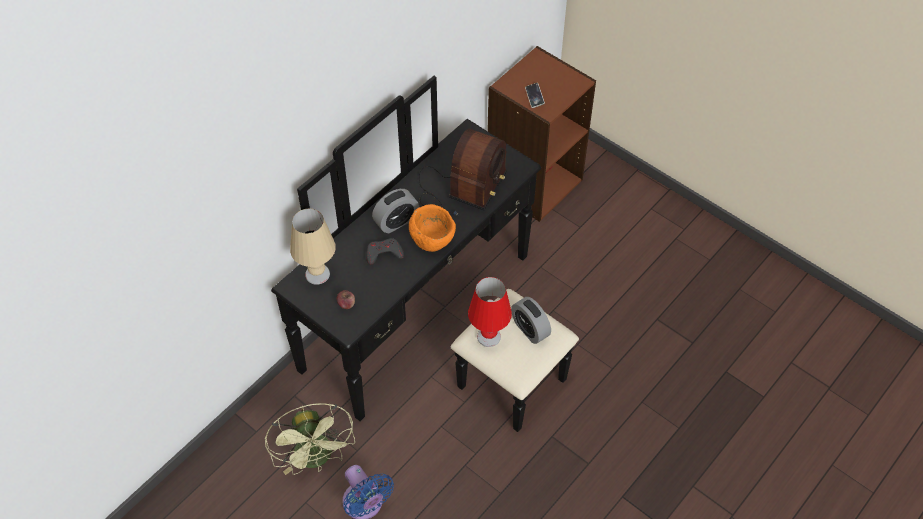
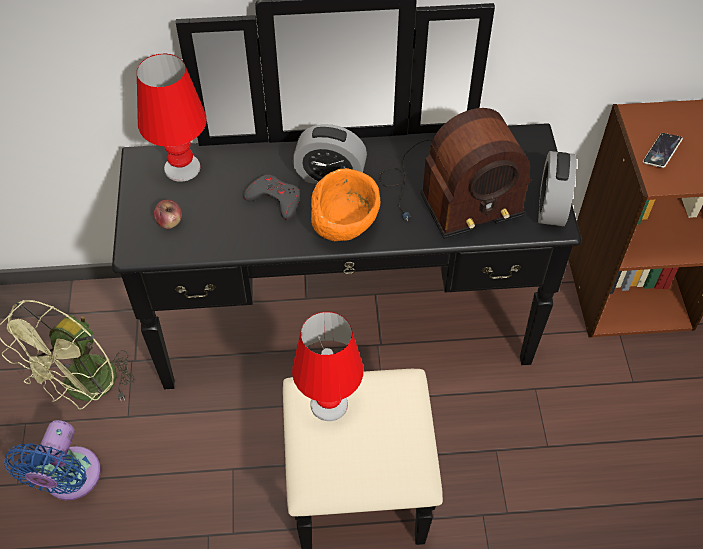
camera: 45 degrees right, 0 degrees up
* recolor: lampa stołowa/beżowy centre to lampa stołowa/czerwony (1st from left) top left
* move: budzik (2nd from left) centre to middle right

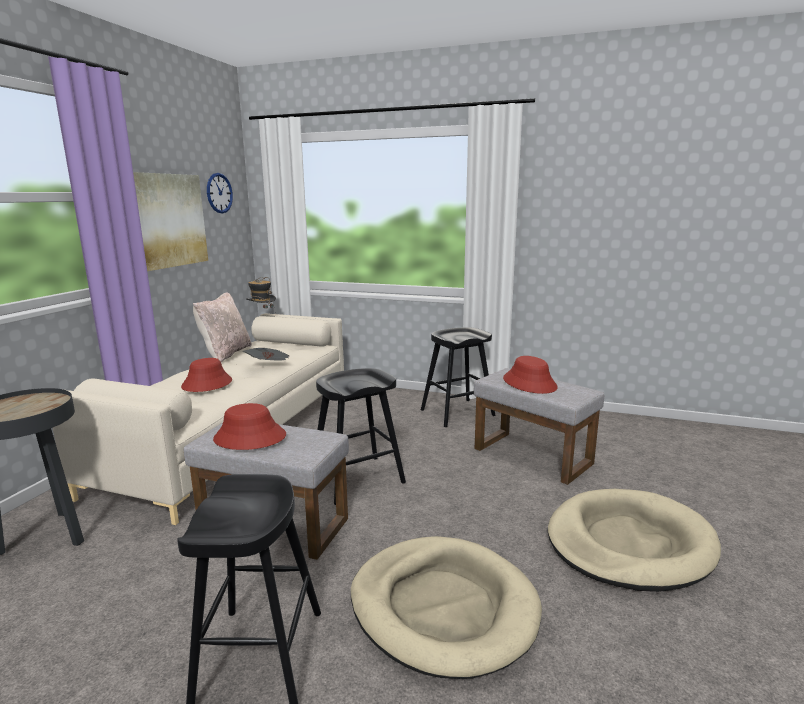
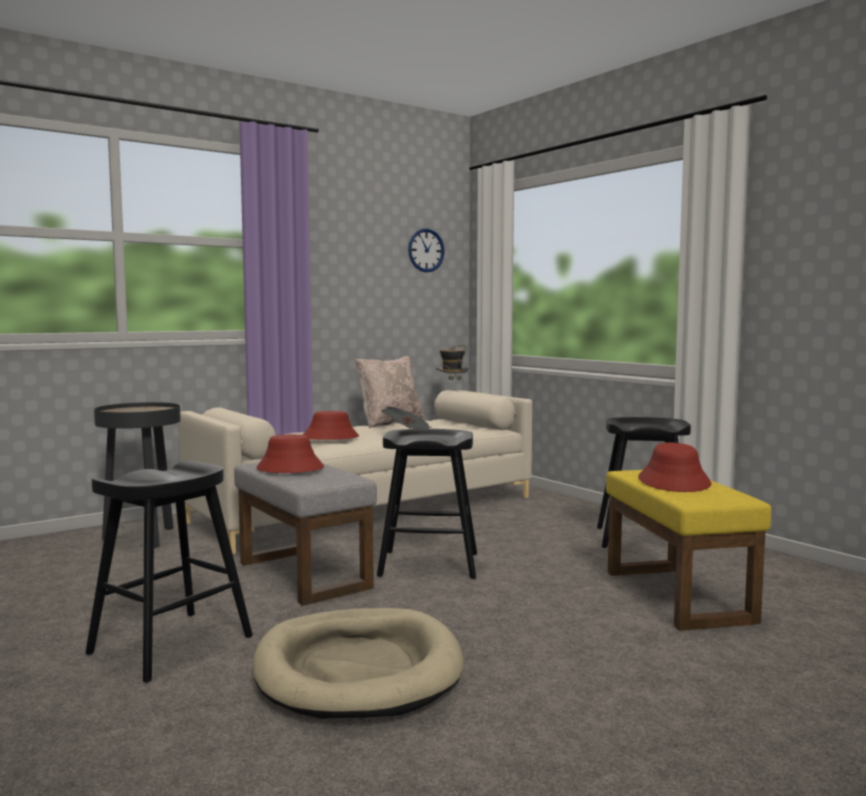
camera: 35 degrees right, 10 degrees down
* recolor: pufa/szary (2nd from left) middle right to pufa/żółty bottom right
* delete: obraz top left
* delete: legowisko/beżowy (2nd from left) bottom right

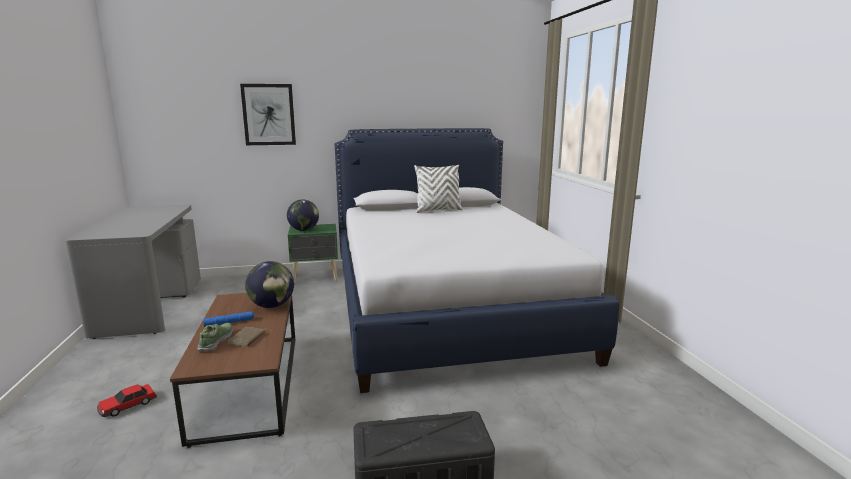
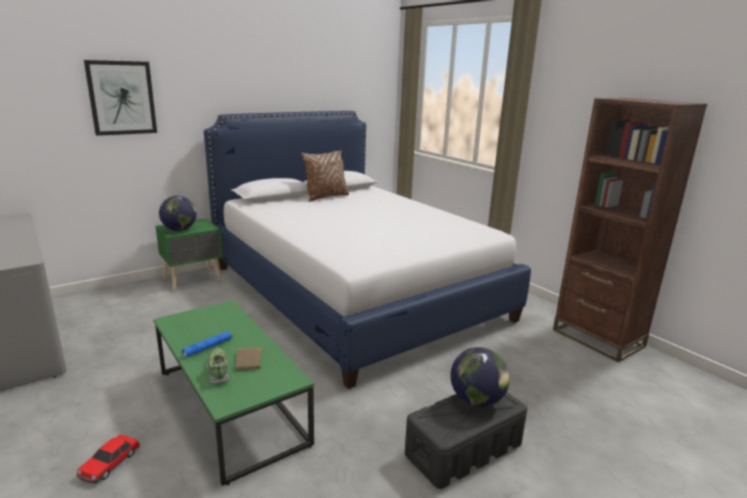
camera: 25 degrees left, 5 degrees up
* recolor: ława/brązowy bottom left to ława/zielony bottom left
* recolor: poduszka/biały centre to poduszka/brązowy centre
* move: globus (1st from left in the first image) middle left to globus (2nd from left) bottom centre
* insert: regał/brązowy middle right

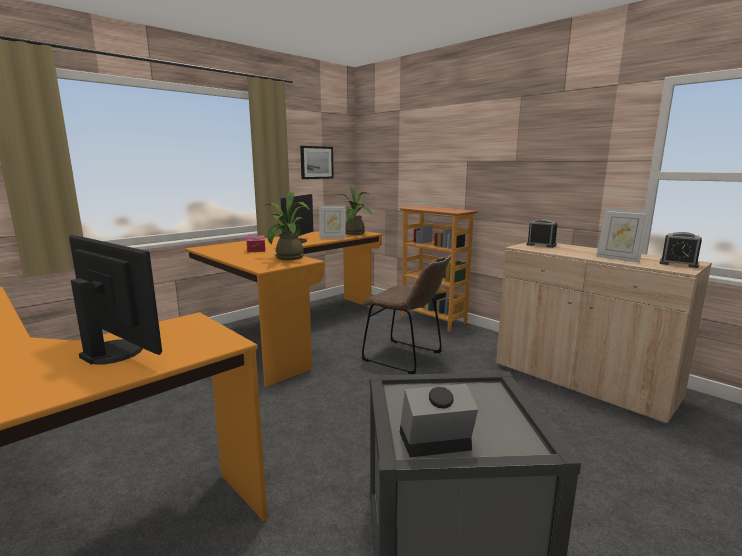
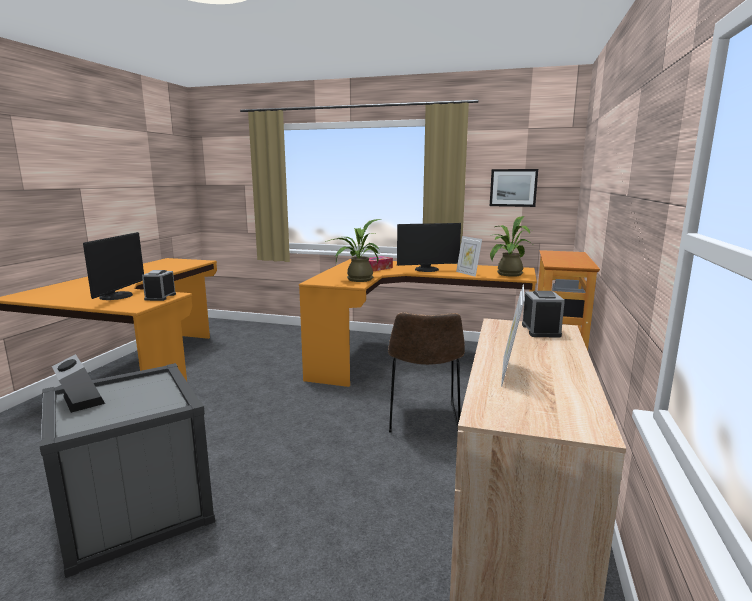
camera: 60 degrees right, 0 degrees up
* move: budzik (3rd from left in the first image) middle right to budzik (2nd from left) middle left

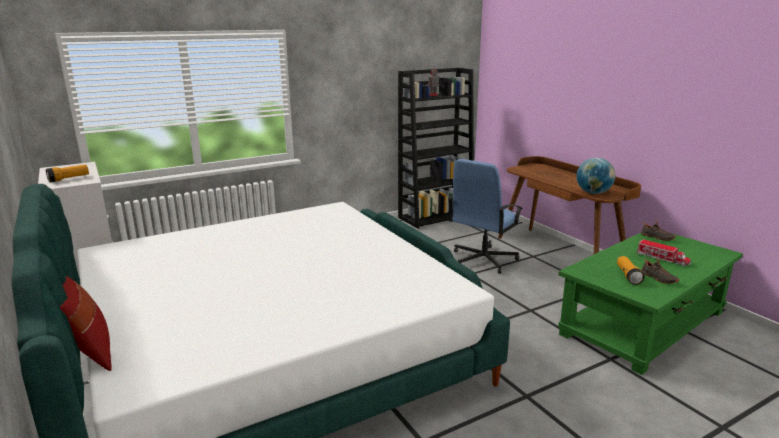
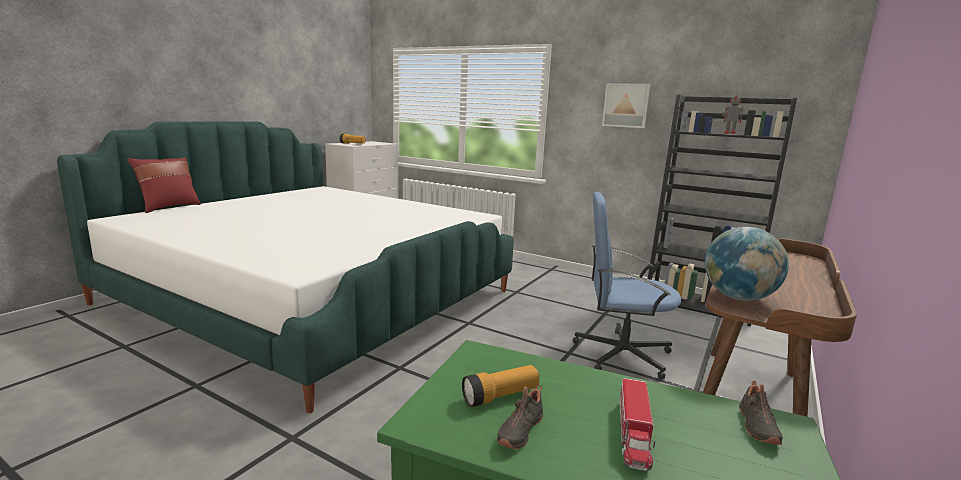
camera: 60 degrees right, 5 degrees down
* insert: obraz top centre

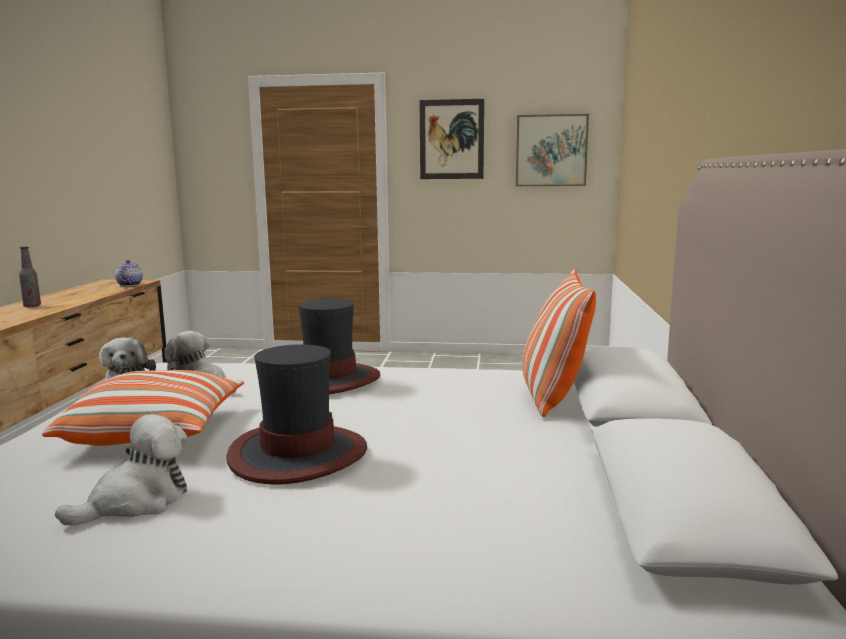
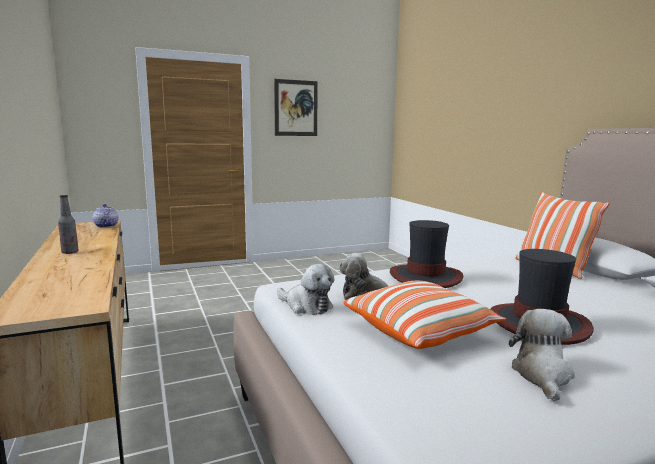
camera: 30 degrees left, 0 degrees up
* delete: obraz (2nd from left) top centre

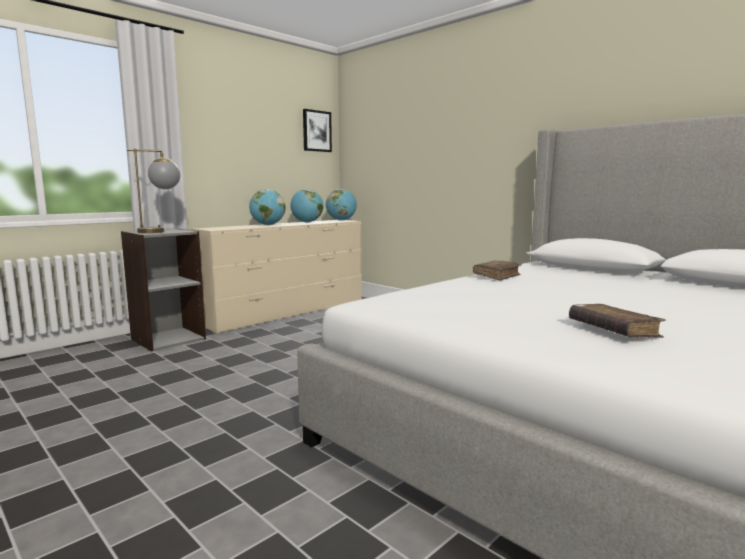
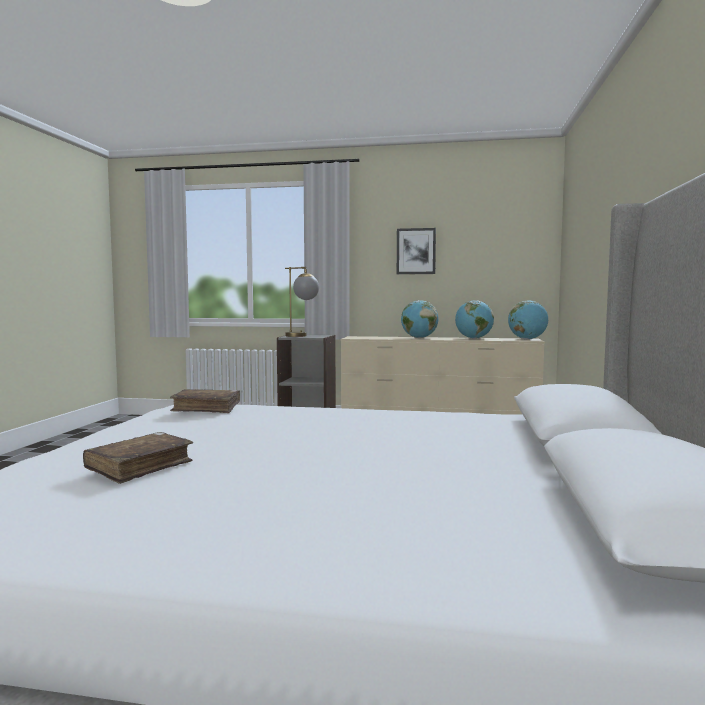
camera: 55 degrees right, 5 degrees down
* move: książka/brązowy (1st from left in the first image) middle right to książka/brązowy (2nd from left) middle left
* move: obraz top centre to centre

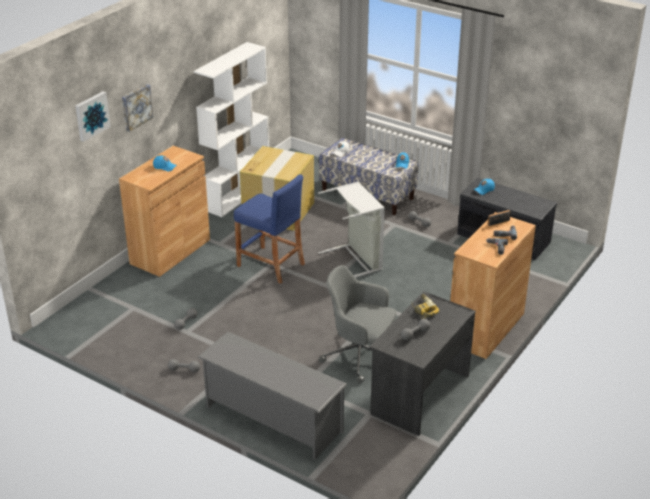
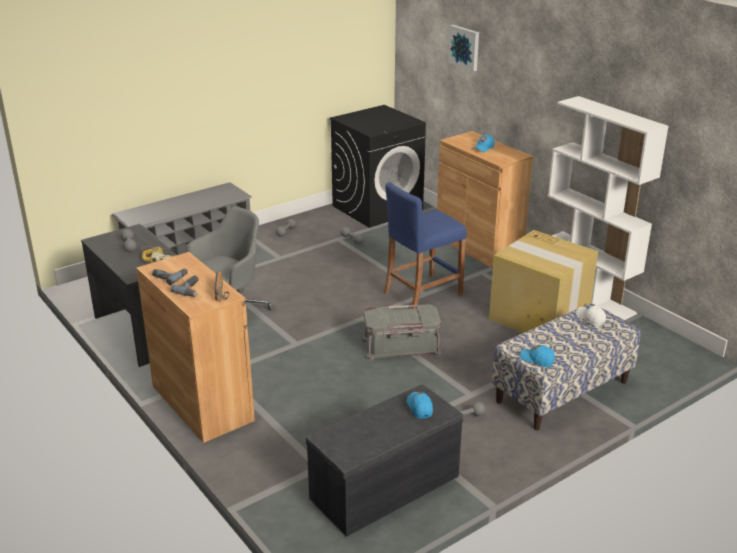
camera: 110 degrees right, 5 degrees down
* insert: pralka/czarny top centre
* replace: kosz na pranie/szary centre to pojemnik do przechowywania/szary centre
* delete: obraz (2nd from left) top left

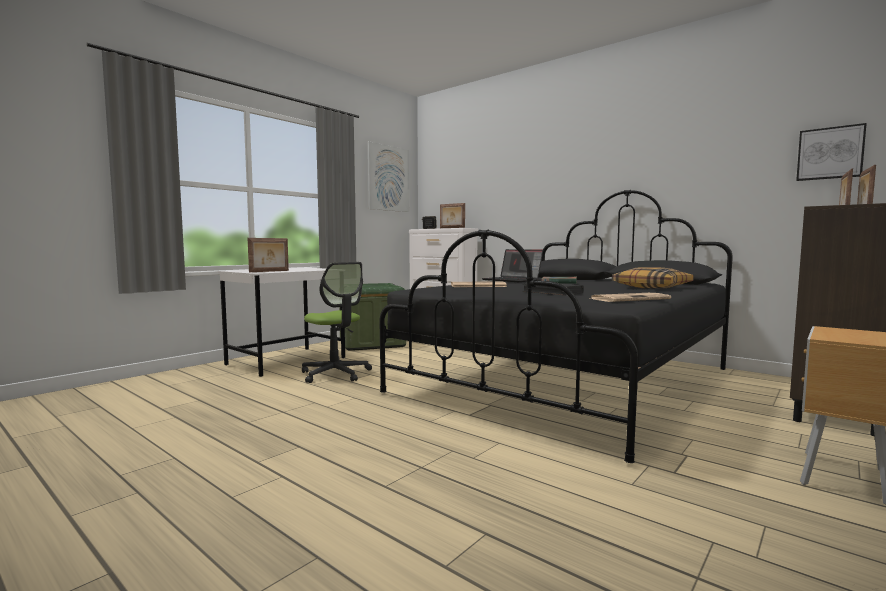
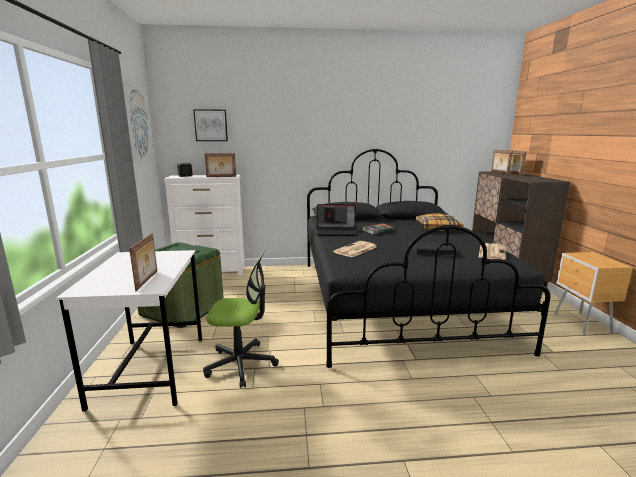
camera: 45 degrees left, 10 degrees up
* move: obraz (2nd from left) top right to top left

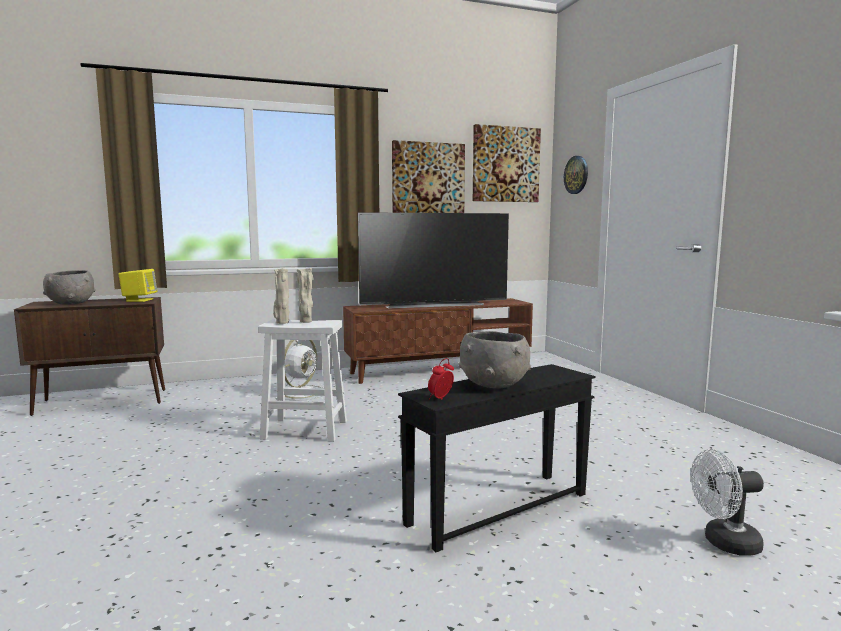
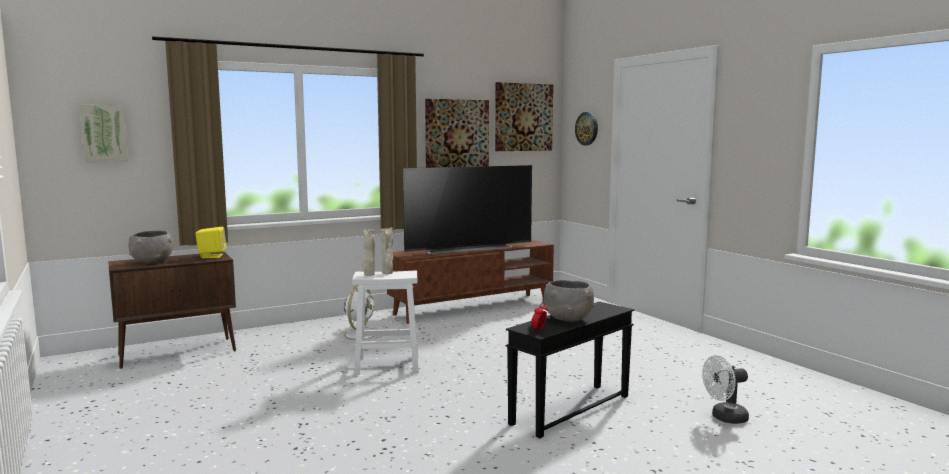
camera: 10 degrees left, 0 degrees up
* insert: obraz (1st from left) top left

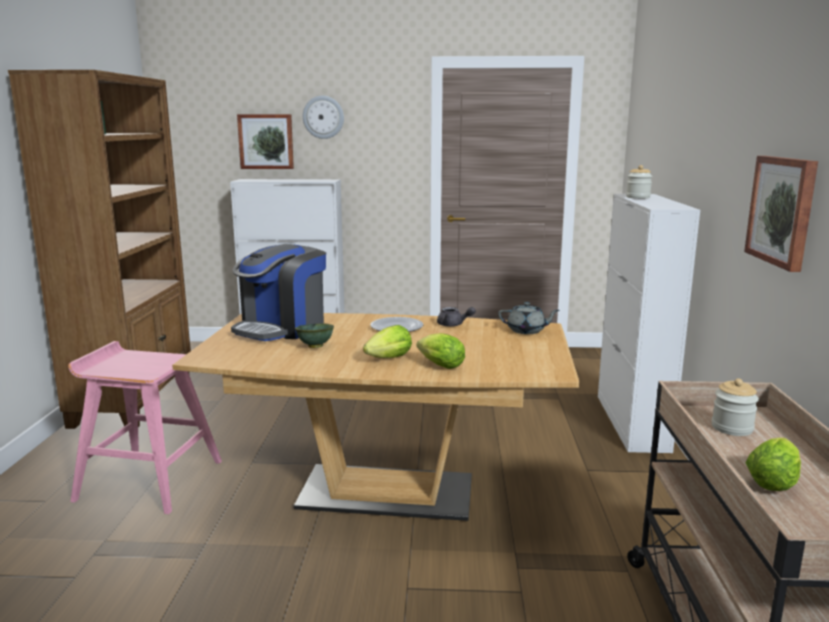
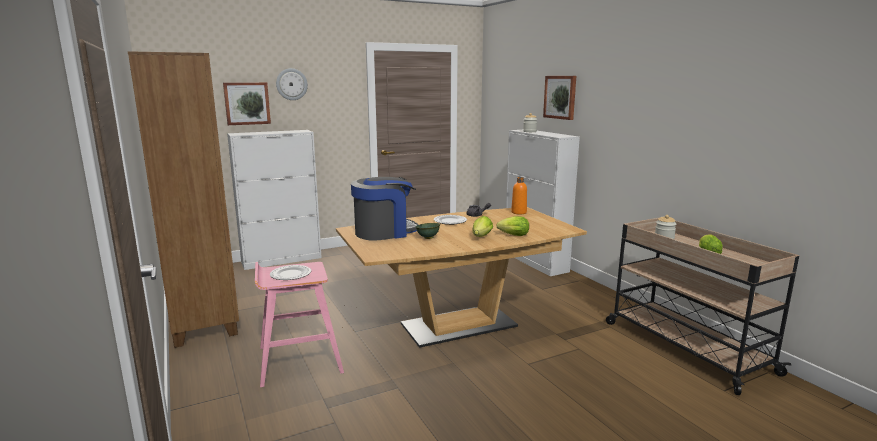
camera: 30 degrees left, 0 degrees up
* insert: talerz (1st from left) middle left
* rotate: ekspres do kawy centre = centre 120 degrees counterclockwise
* replace: imbryk/szary (2nd from left) centre to butelka/pomarańczowy centre
* move: obraz (2nd from left) middle right to top centre

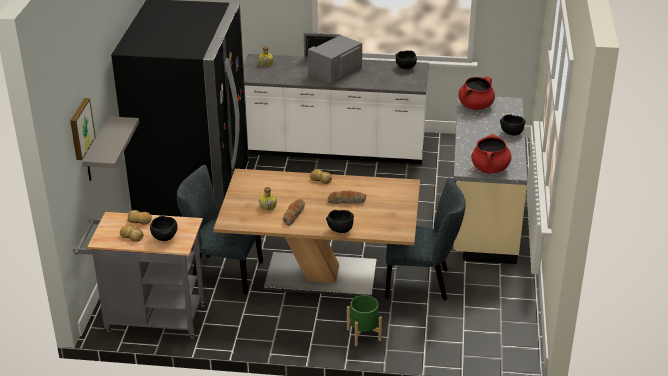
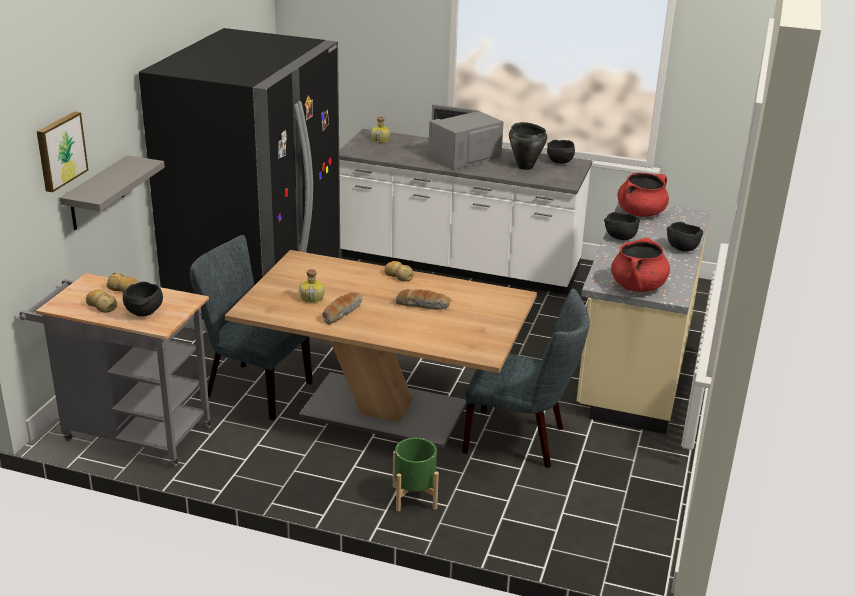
camera: 10 degrees right, 5 degrees down
* insert: garnek/czarny top centre
* move: miska/czarny (2nd from left in the first image) centre to miska/czarny (3rd from left) middle right

